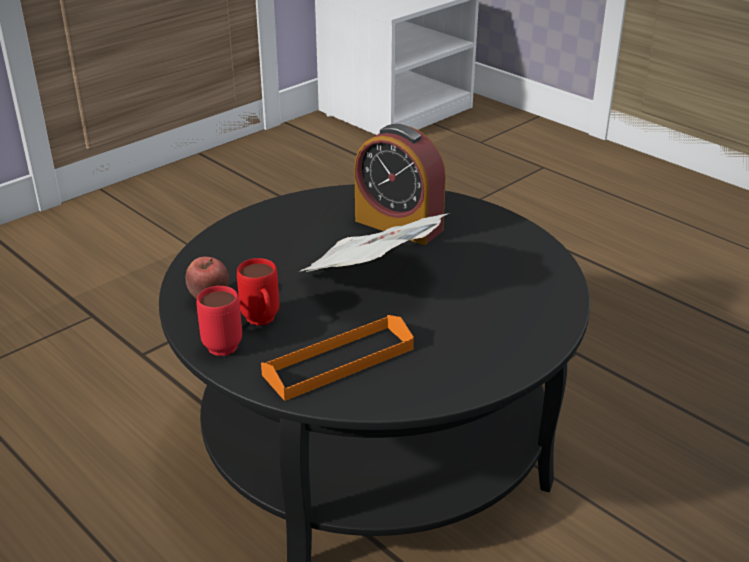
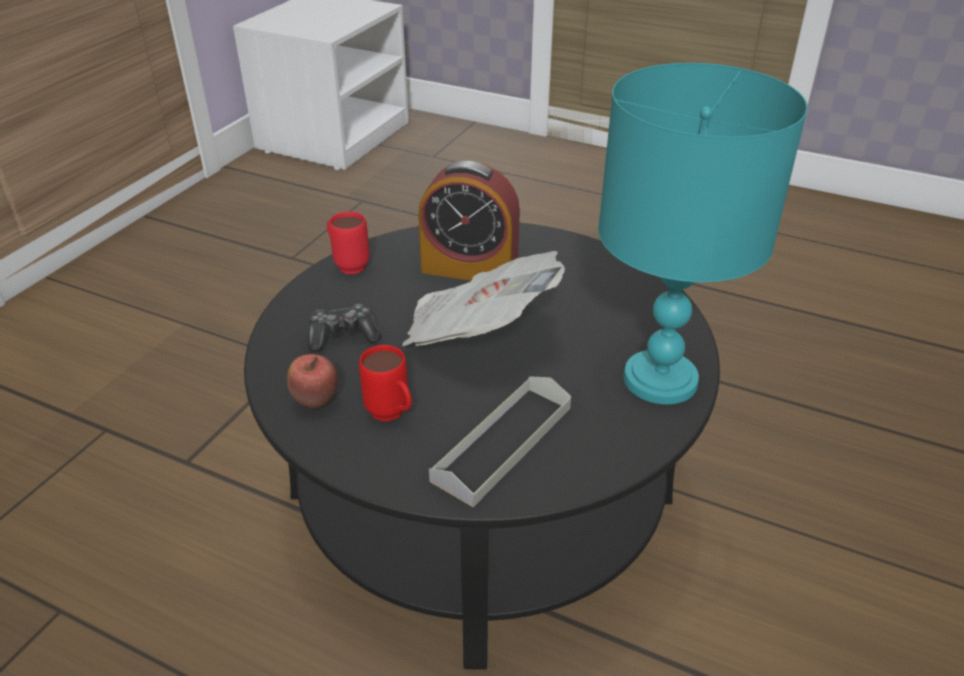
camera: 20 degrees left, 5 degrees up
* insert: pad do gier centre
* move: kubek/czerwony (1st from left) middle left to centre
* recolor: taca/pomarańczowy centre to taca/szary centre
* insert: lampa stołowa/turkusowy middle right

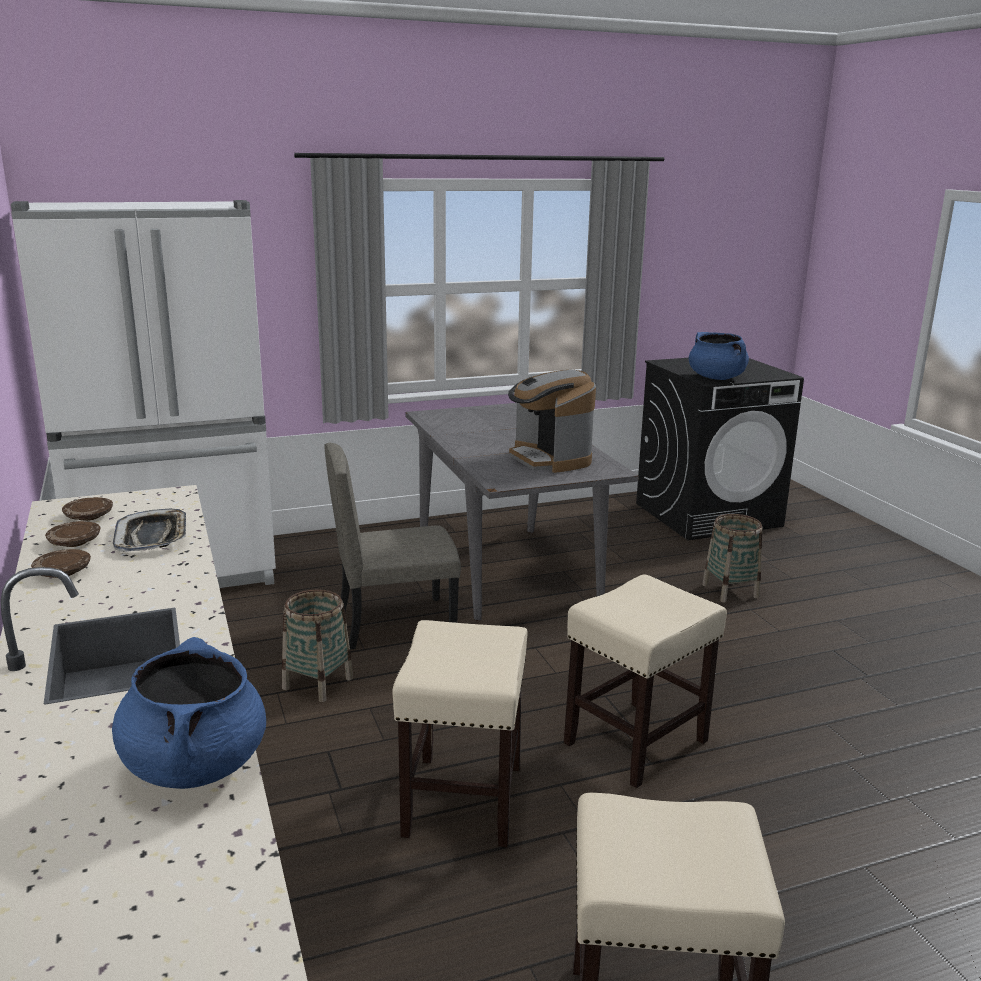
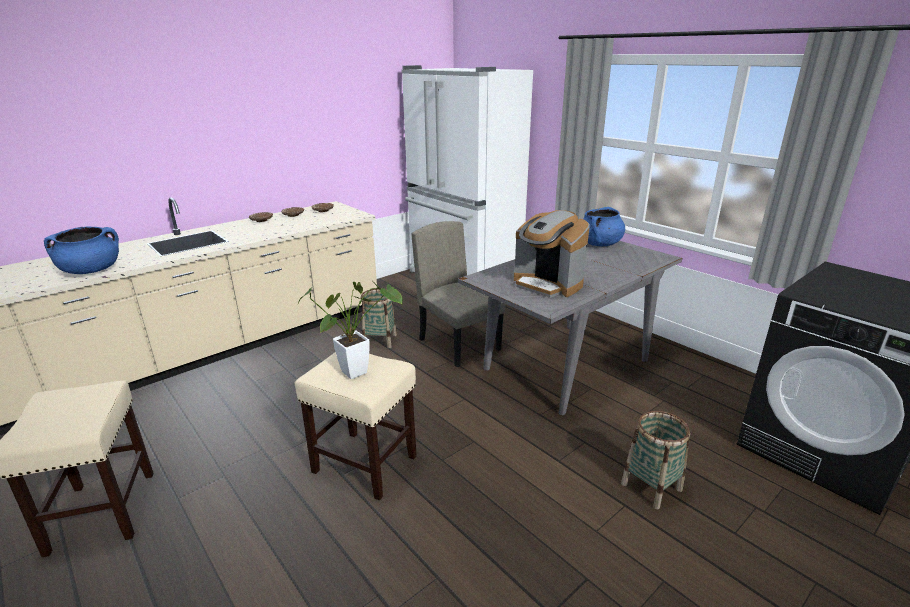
camera: 70 degrees right, 5 degrees up
* insert: roślina doniczkowa centre
* rotate: ekspres do kawy centre = centre 90 degrees counterclockwise
* move: garnek/niebieski (2nd from left) middle right to centre
* delete: taca middle left
* delete: stołek/beżowy (1st from left) bottom centre

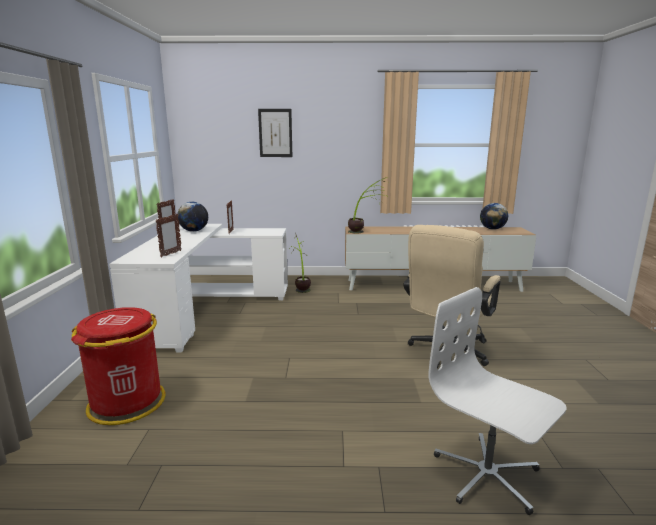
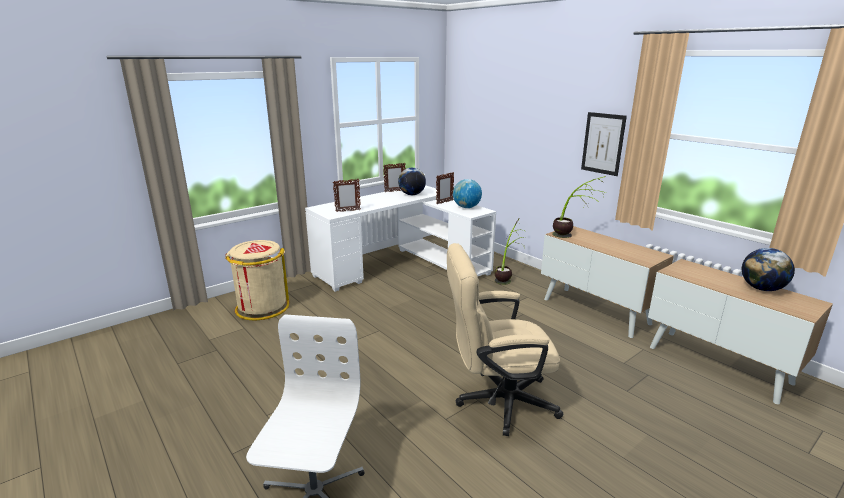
camera: 50 degrees right, 5 degrees up
* recolor: kosz na śmieci/czerwony bottom left to kosz na śmieci/beżowy middle left
* insert: globus (2nd from left) centre
* move: obraz top centre to top right

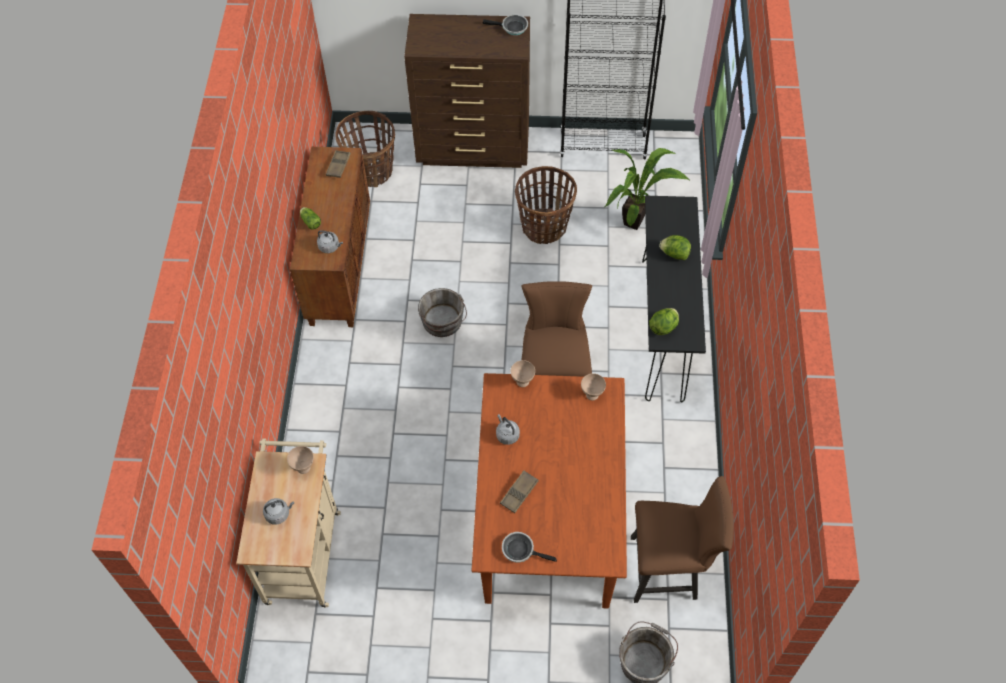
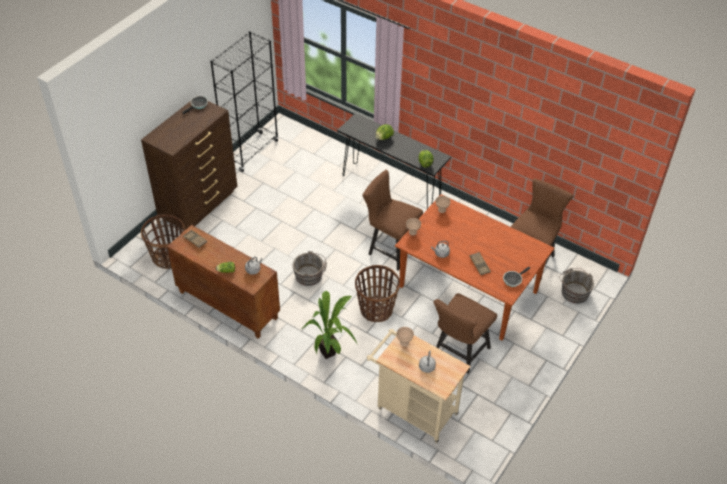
camera: 60 degrees left, 10 degrees down
* move: roślina doniczkowa top centre to bottom centre
* move: koszyk (2nd from left) top centre to centre
* insert: krzesło/brązowy (2nd from left) bottom centre

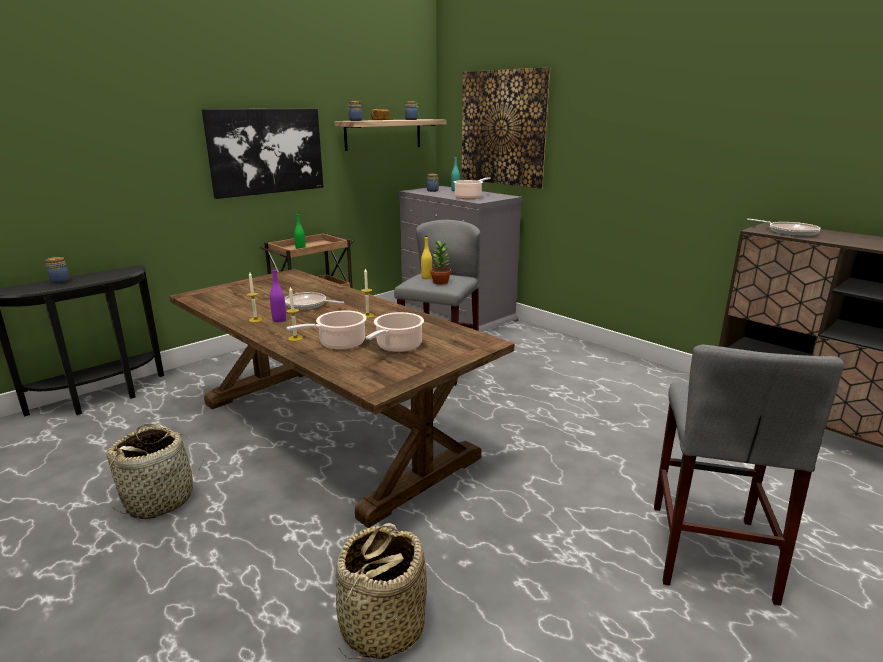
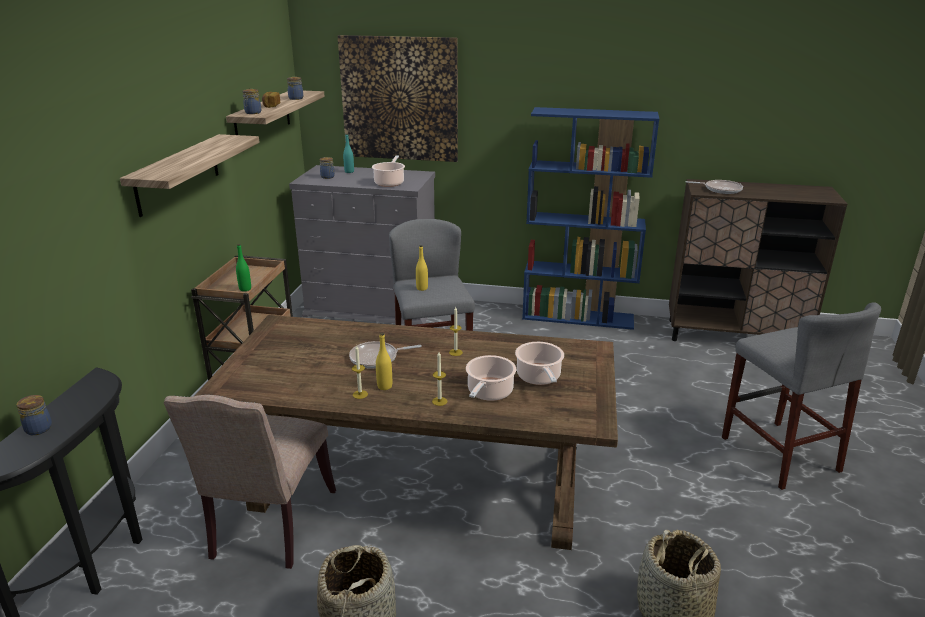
camera: 35 degrees left, 5 degrees up
* replace: obraz (1st from left) top left to półka (1st from left) top left
* insert: krzesło/beżowy bottom left
* recolor: butelka/fioletowy middle left to butelka/żółty (1st from left) centre
* insert: regał/niebieski centre
* delete: roślina doniczkowa centre

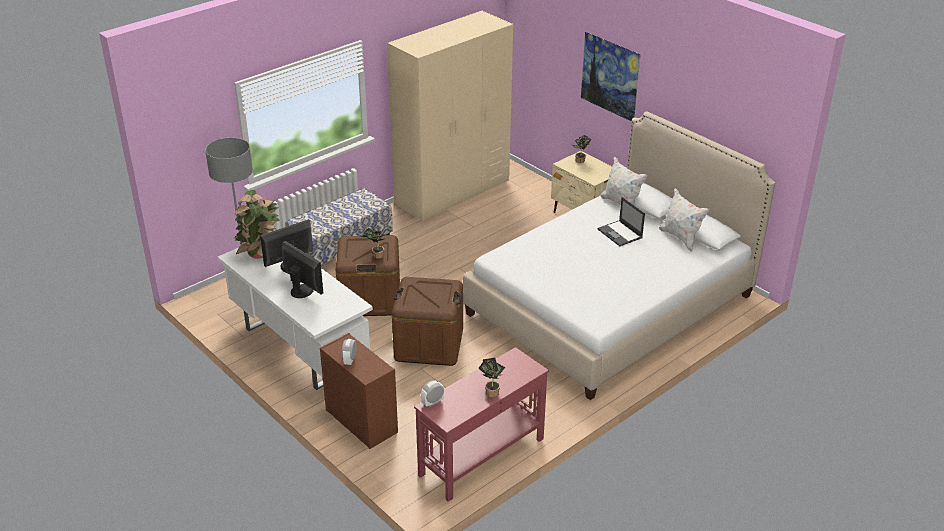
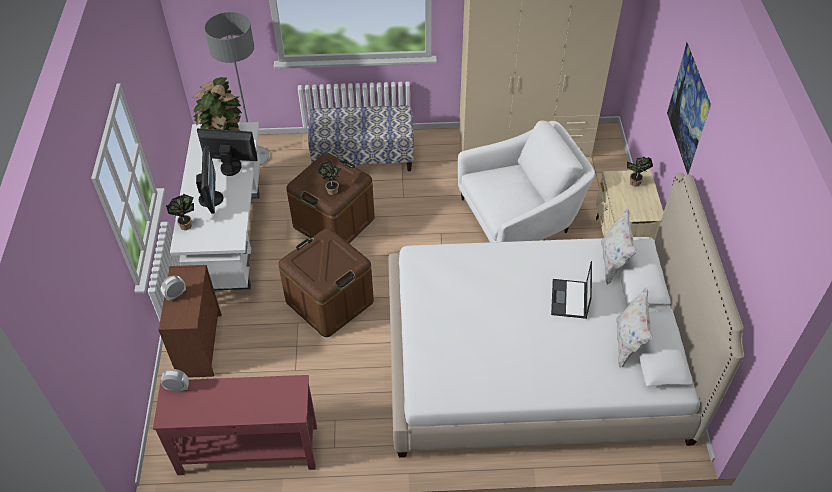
camera: 40 degrees right, 15 degrees up
* move: roślina doniczkowa (3rd from left in the first image) bottom centre to roślina doniczkowa (1st from left) middle left
* insert: fotel/biały centre

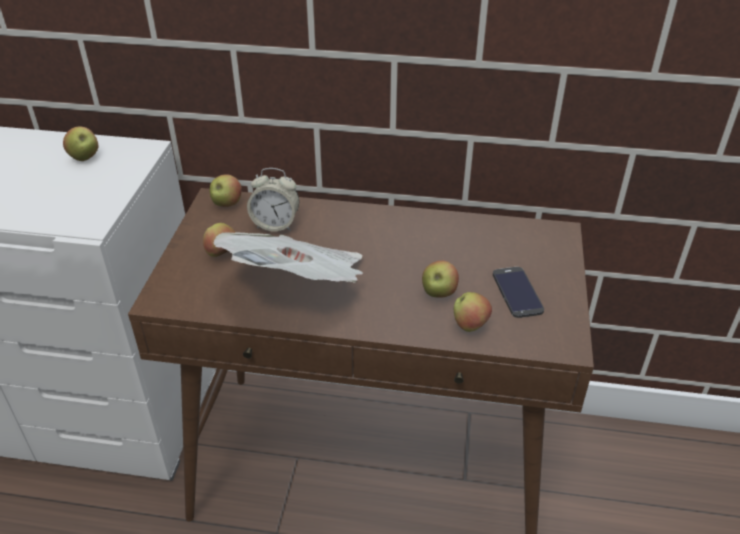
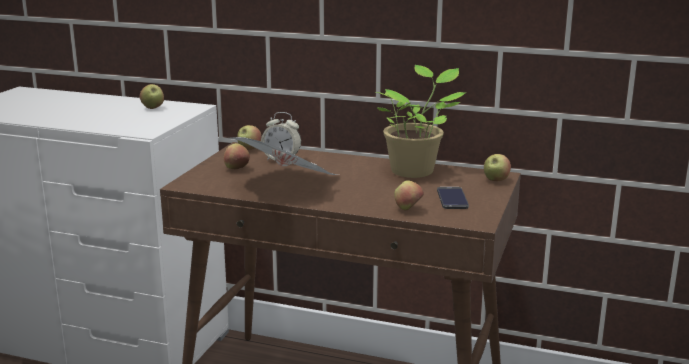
camera: 10 degrees right, 20 degrees down
* insert: roślina doniczkowa top centre
* move: jabłko (4th from left in the first image) centre to jabłko (5th from left) middle right

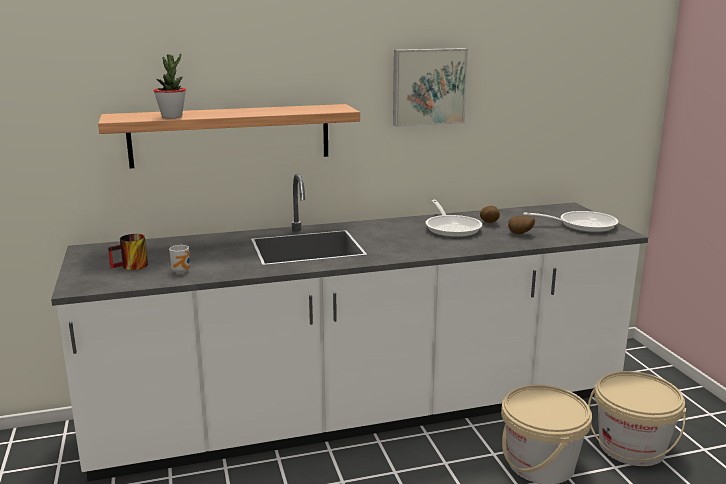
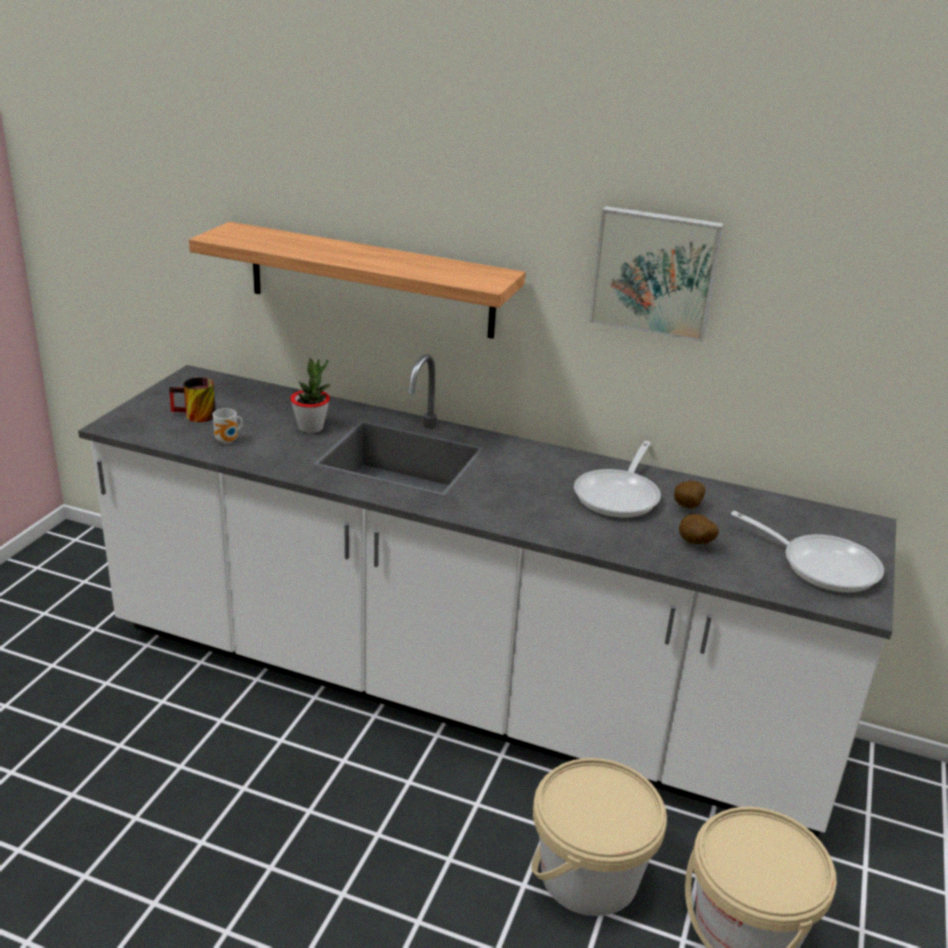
camera: 35 degrees right, 10 degrees up
* move: roślina doniczkowa top left to middle left

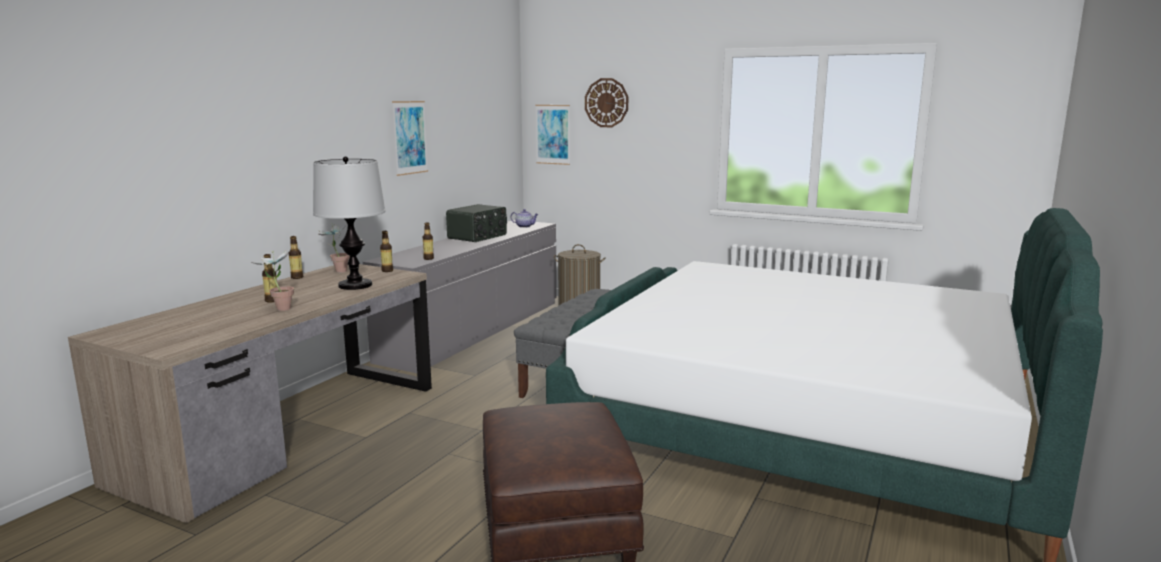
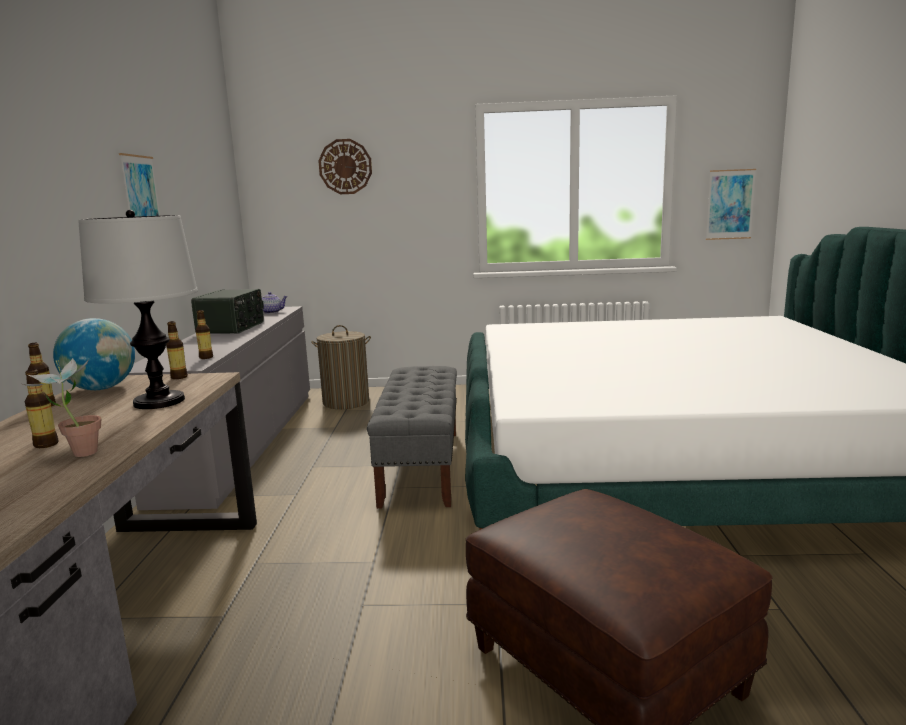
camera: 25 degrees left, 0 degrees up
* replace: roślina doniczkowa (2nd from left) middle left to globus middle left
* move: obraz (2nd from left) top centre to top right

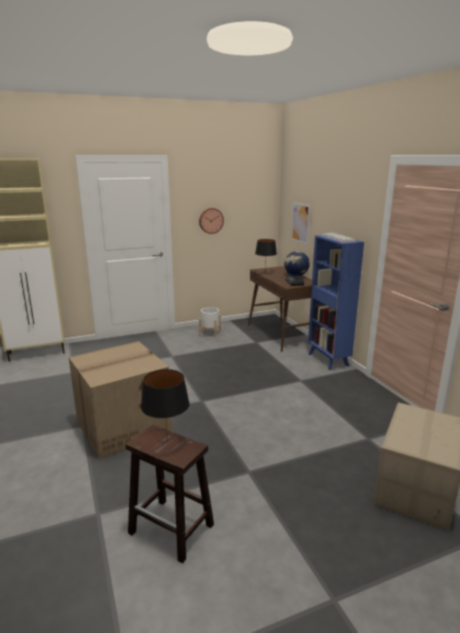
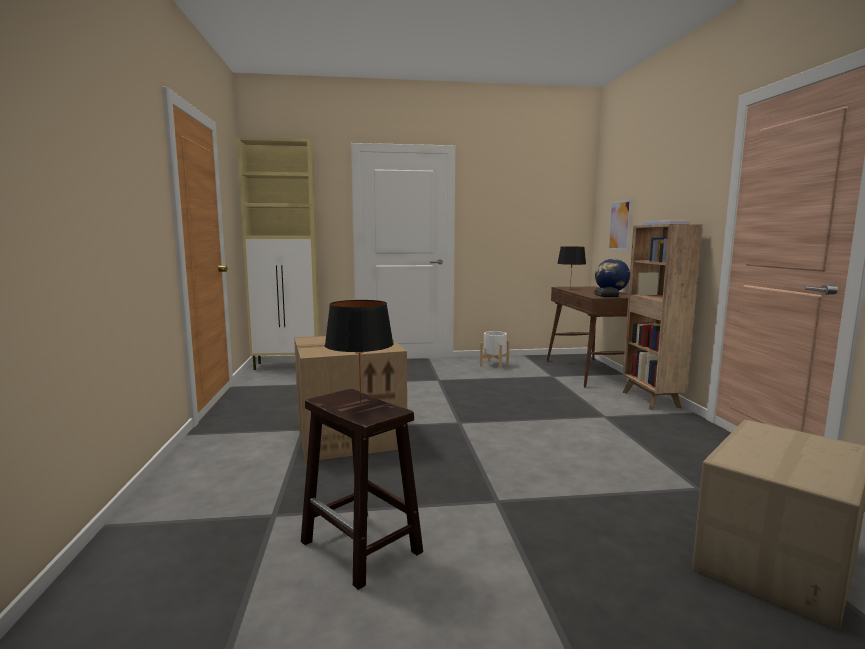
camera: 15 degrees right, 10 degrees down
* recolor: regał/niebieski middle right to regał/brązowy middle right
* delete: zegar ścienny centre

